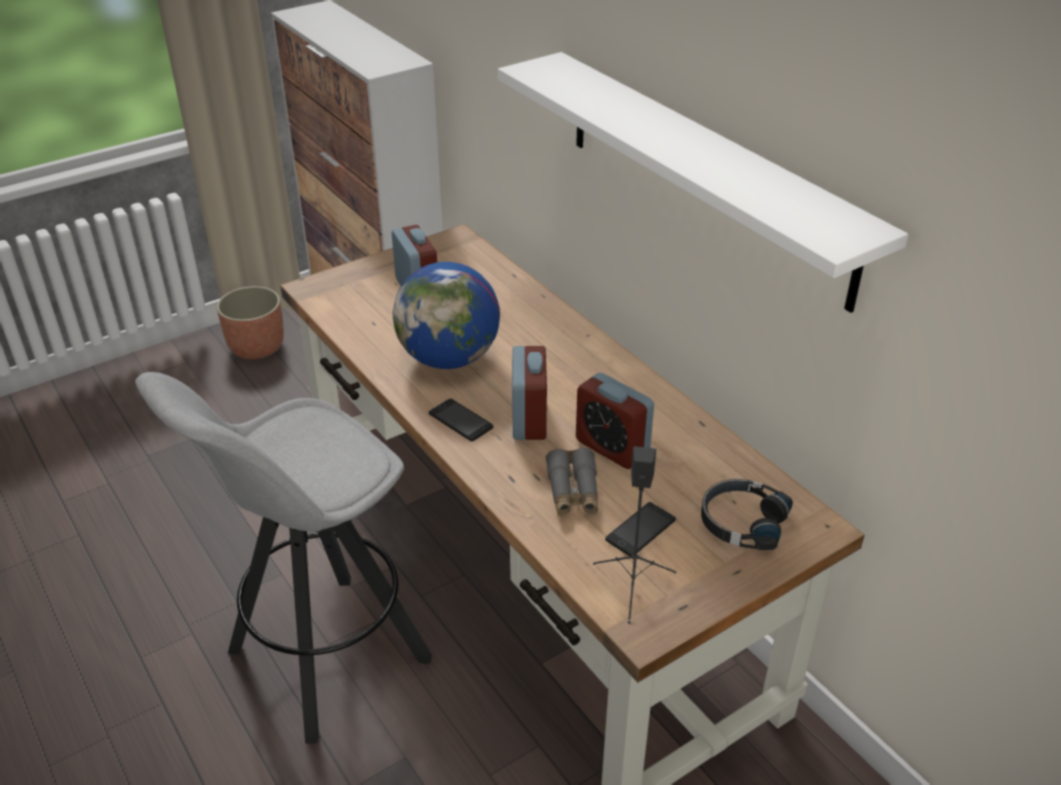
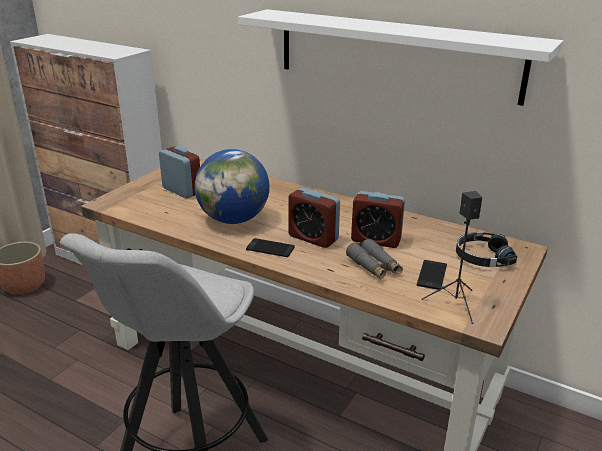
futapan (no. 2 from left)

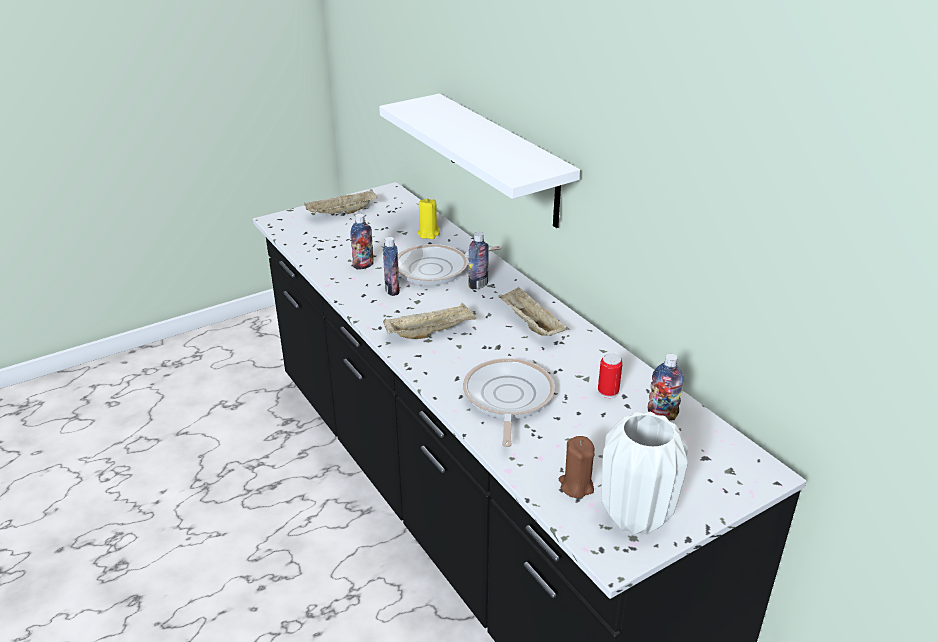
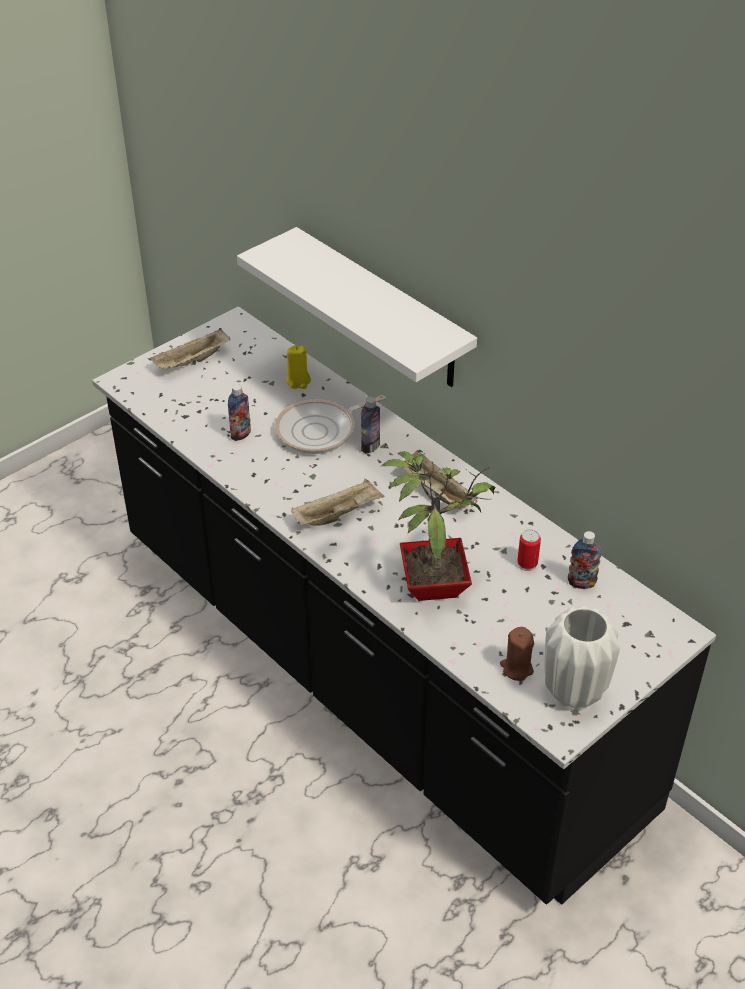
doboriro
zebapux (no. 2 from left in the first image)

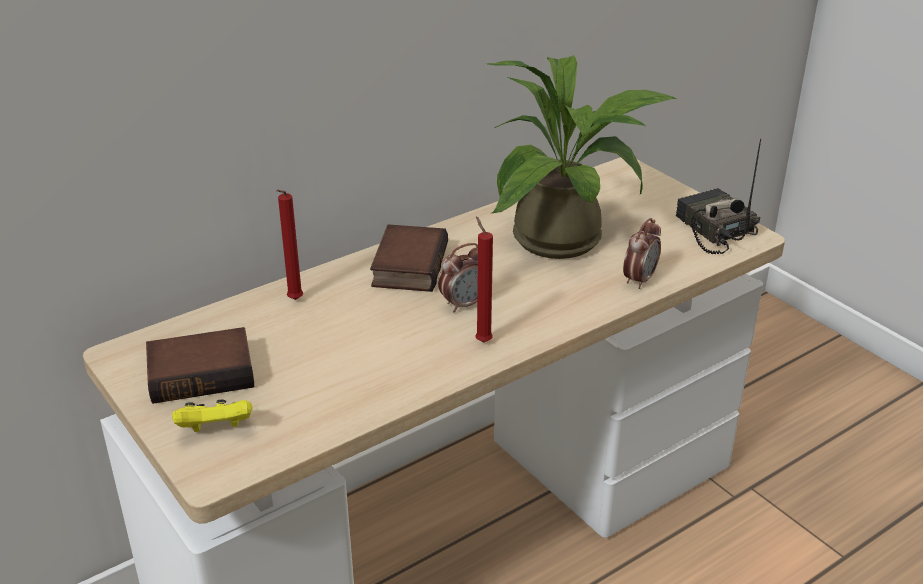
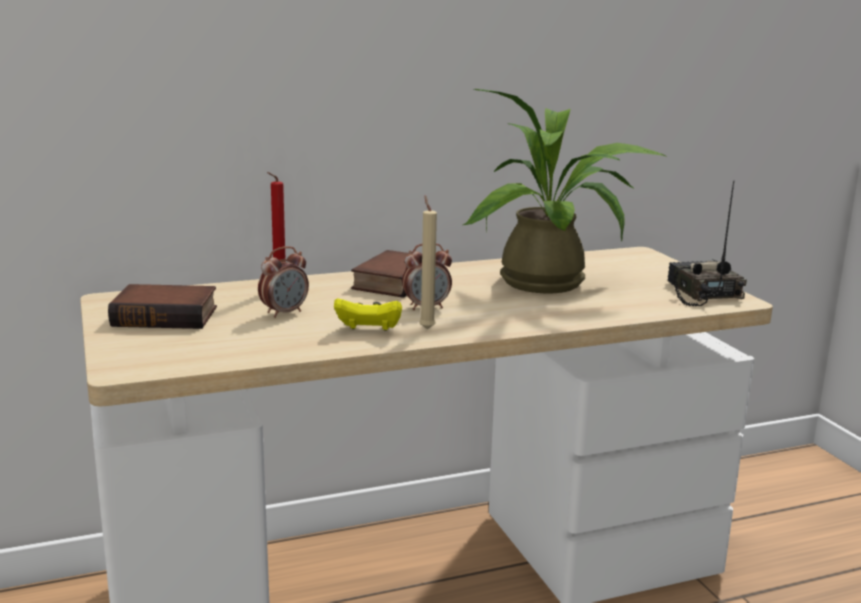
futapan (no. 1 from left)
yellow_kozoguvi
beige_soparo

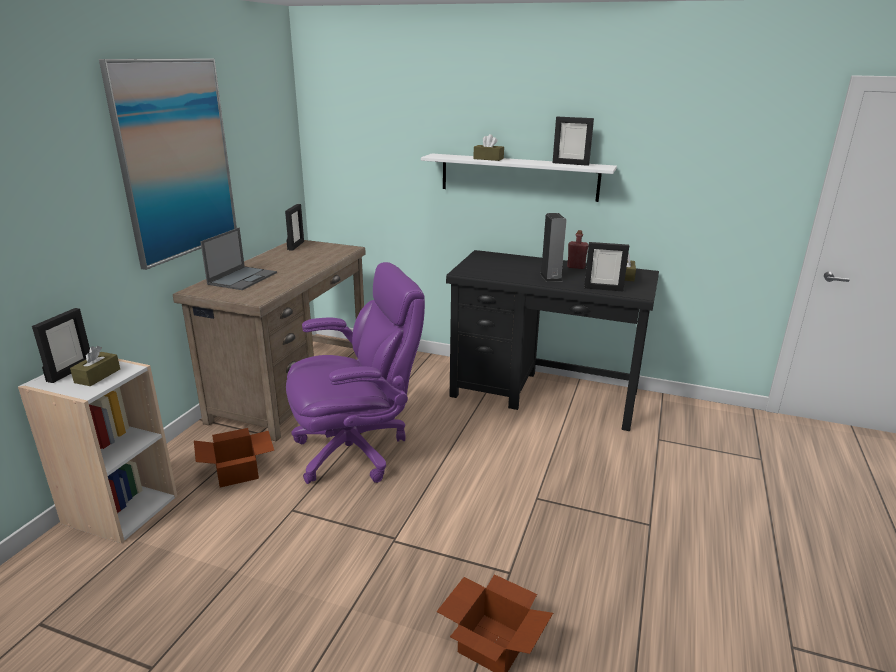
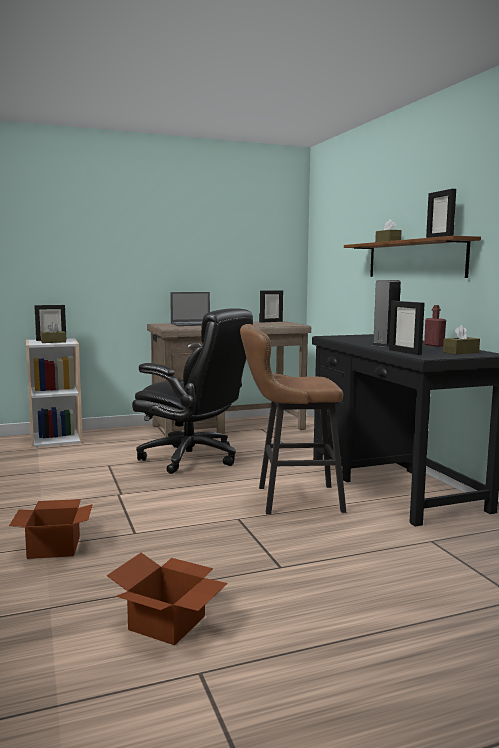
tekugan (no. 2 from left)
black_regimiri
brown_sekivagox
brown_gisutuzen
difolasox

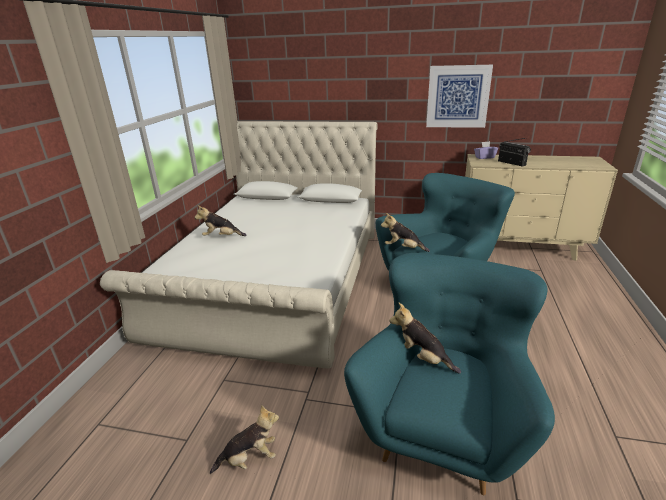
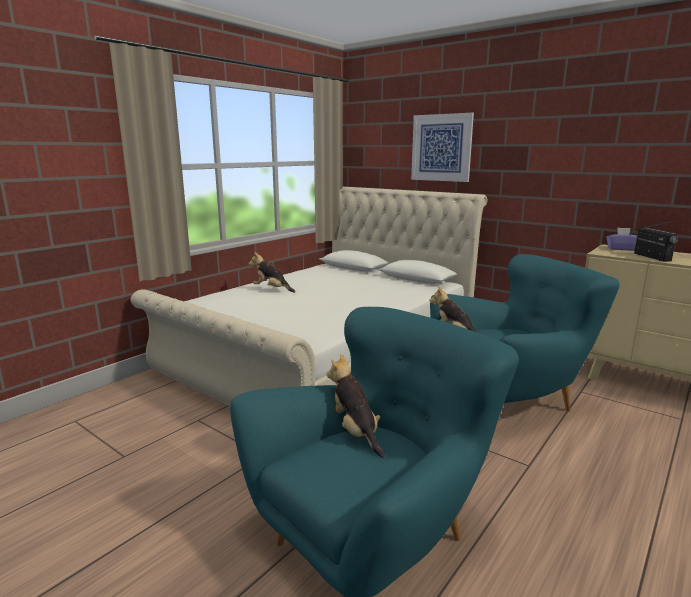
difolasox
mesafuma (no. 2 from left in the first image)

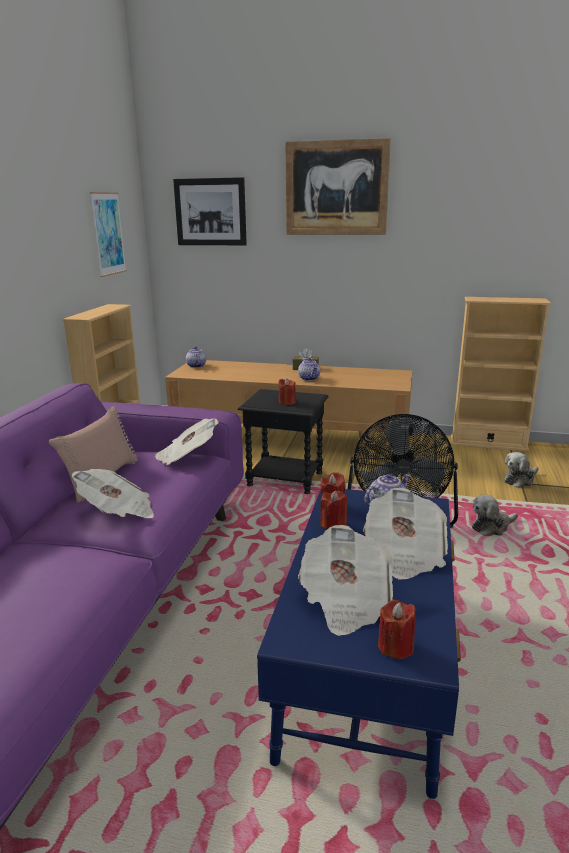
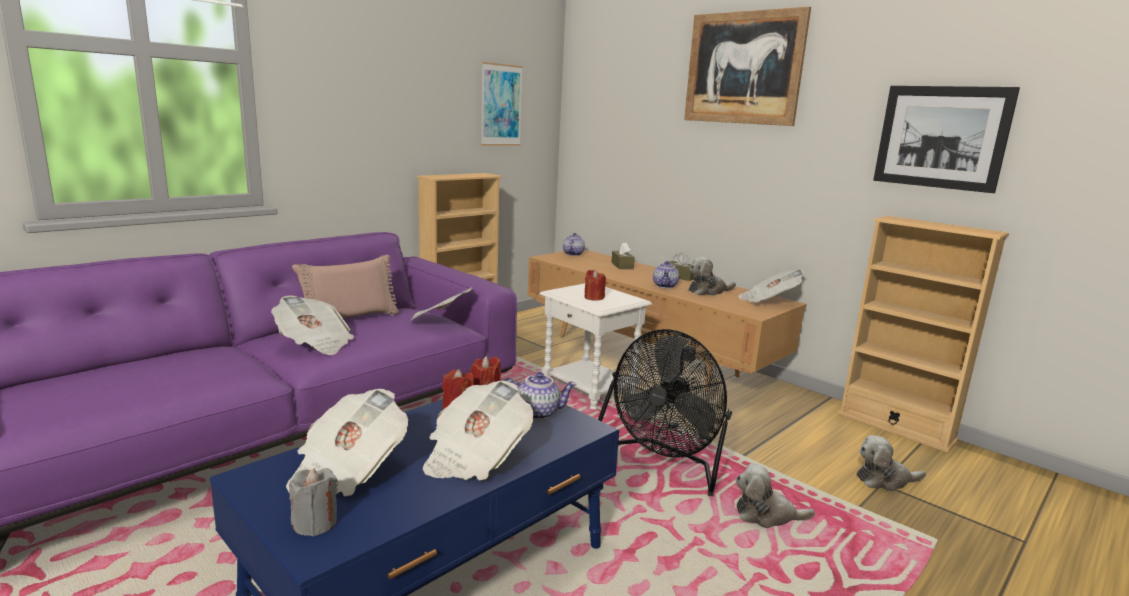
grey_soparo
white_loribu
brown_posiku (no. 1 from left)
mesafuma (no. 1 from left)
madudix (no. 5 from left)
difolasox (no. 3 from left)

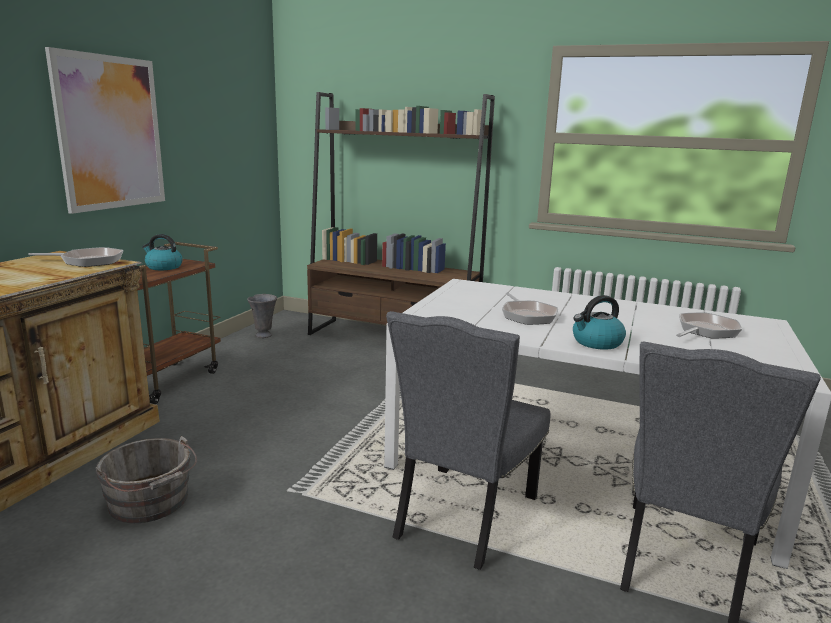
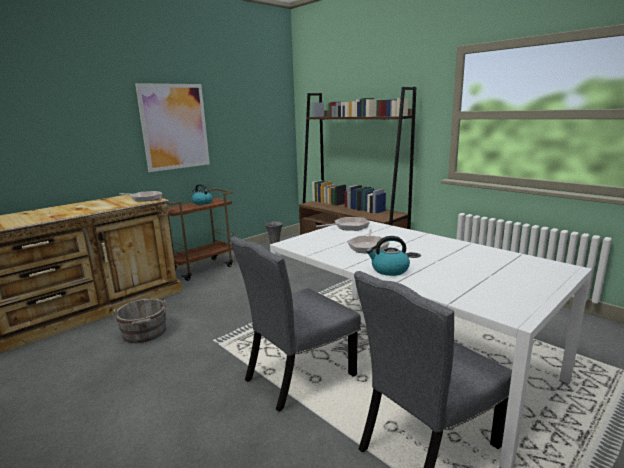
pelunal (no. 2 from left)

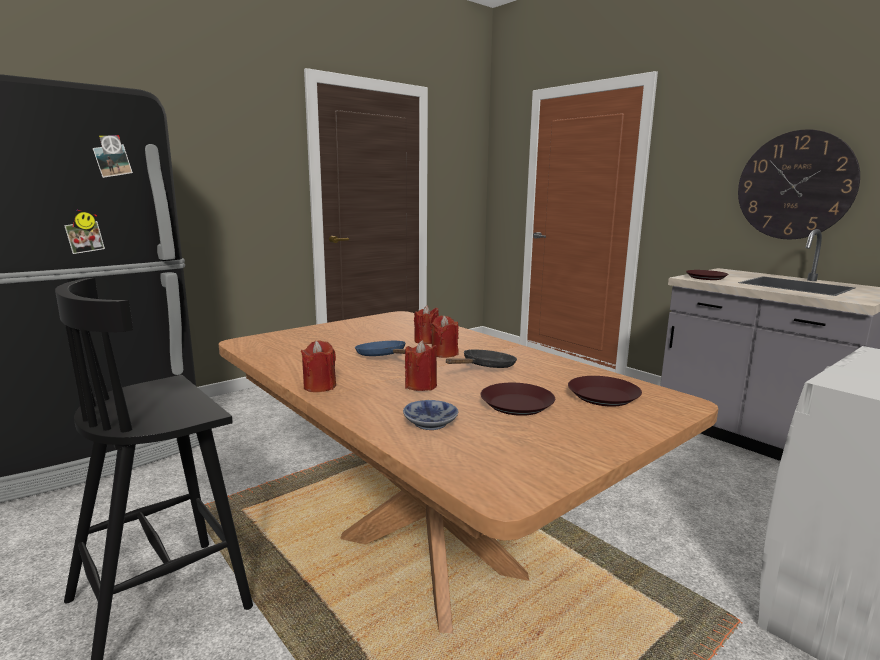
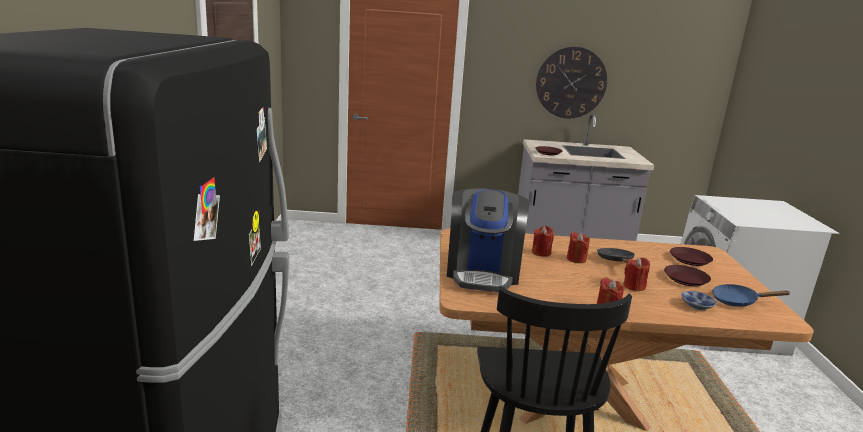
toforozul
blue_pelunal

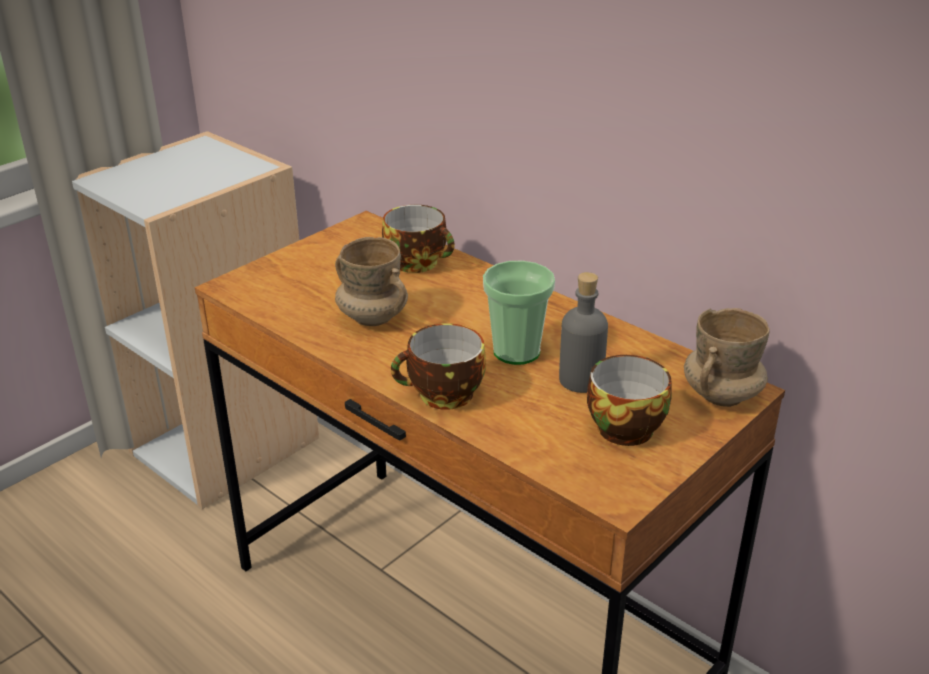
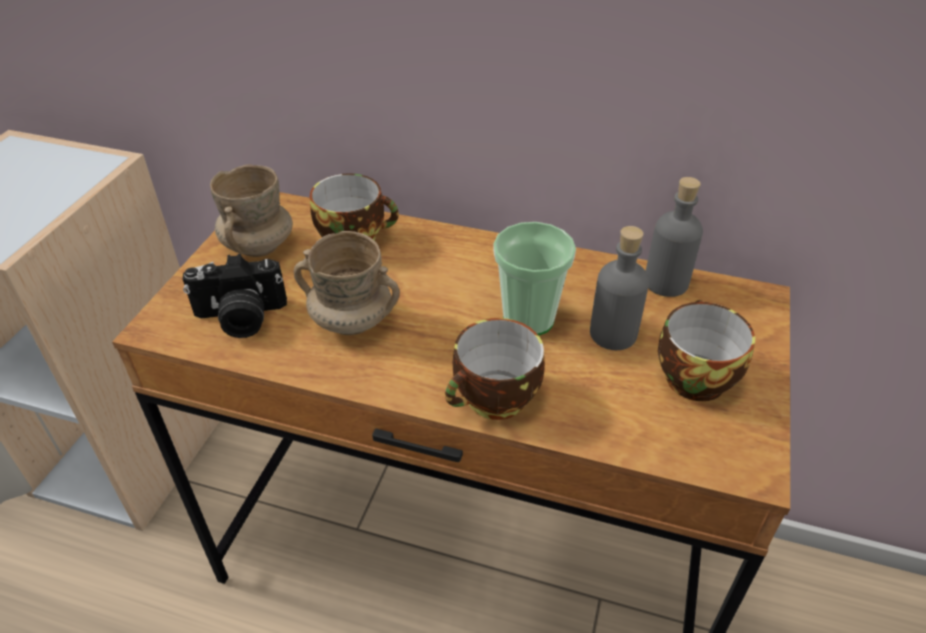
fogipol
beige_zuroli (no. 1 from left)
grey_zebapux (no. 2 from left)

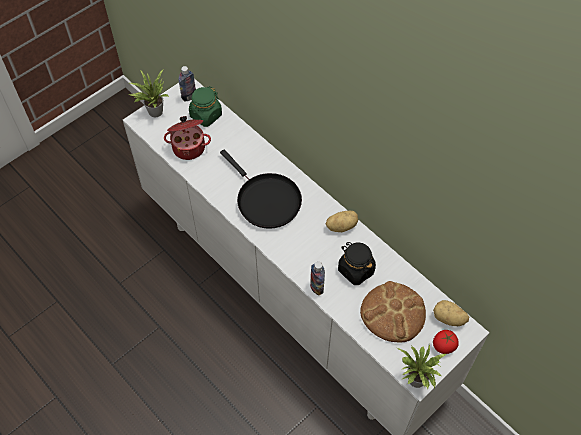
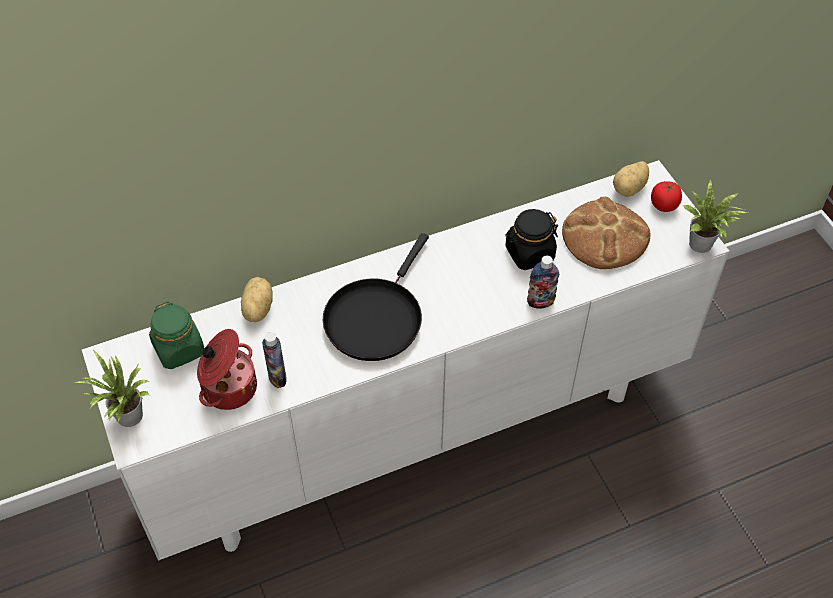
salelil (no. 1 from left)
zebapux (no. 1 from left)
black_pelunal

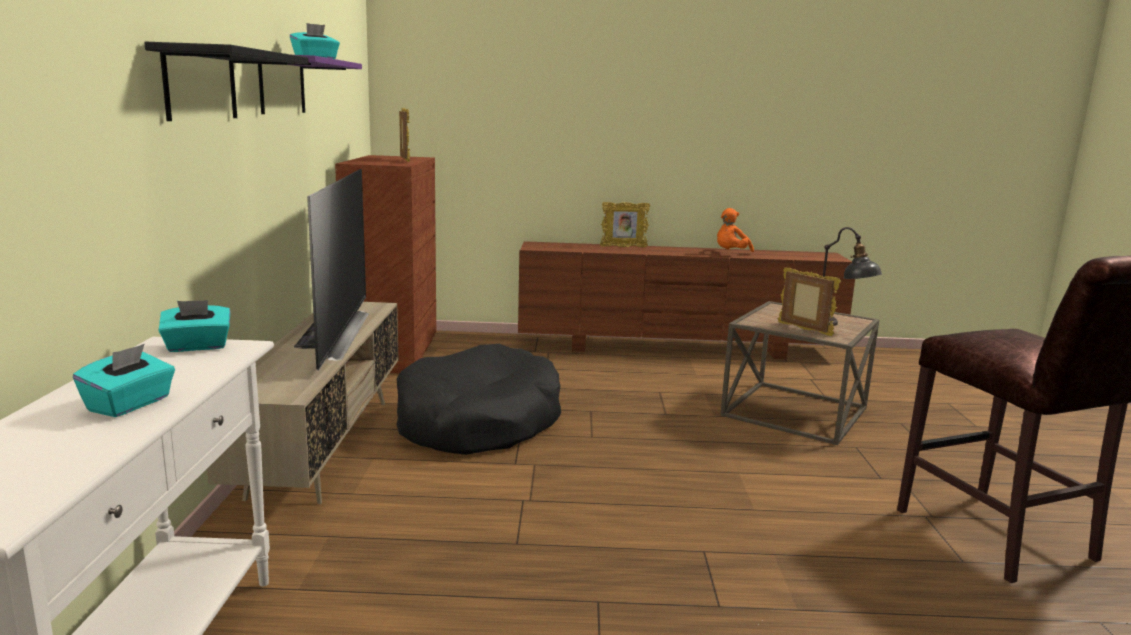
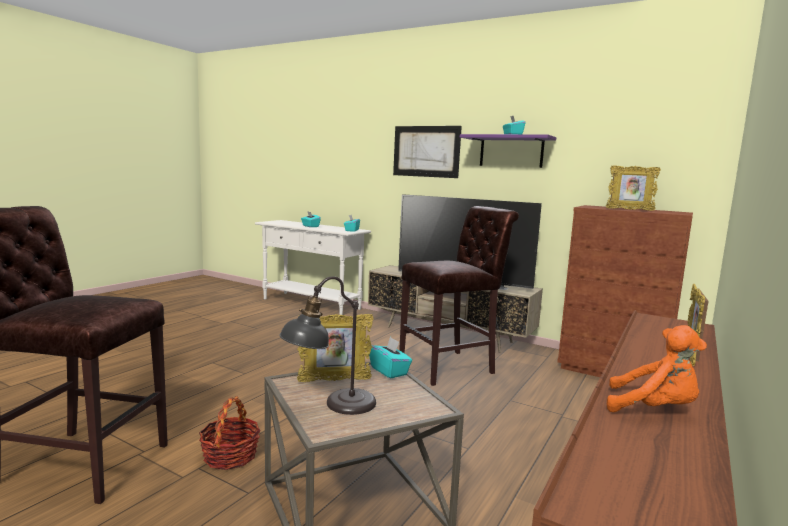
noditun
turquoise_posiku (no. 3 from left)
difolasox
brown_sekivagox (no. 2 from left)
orange_mesafuma

